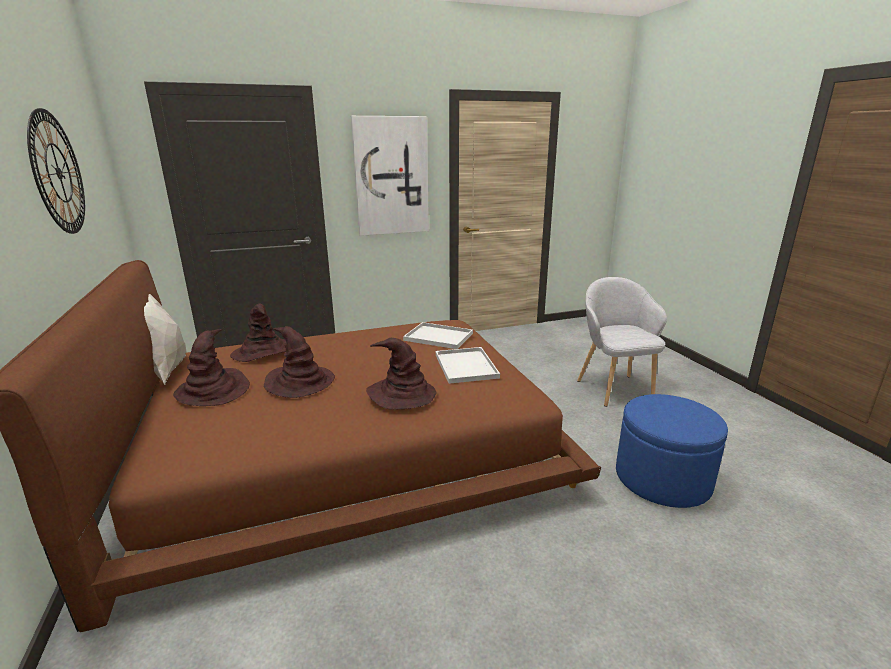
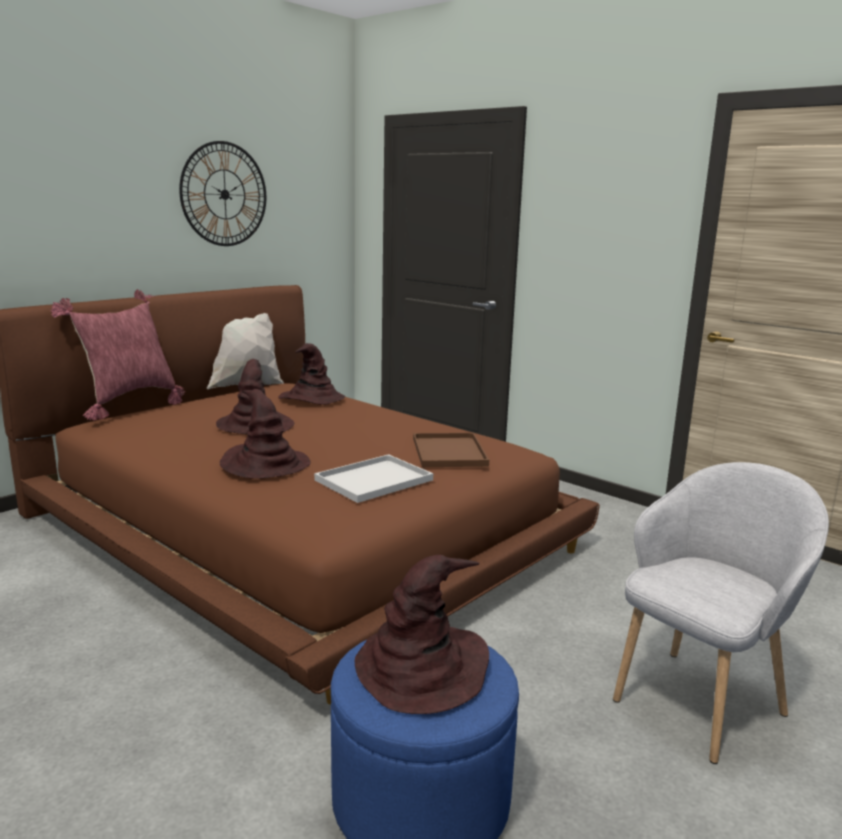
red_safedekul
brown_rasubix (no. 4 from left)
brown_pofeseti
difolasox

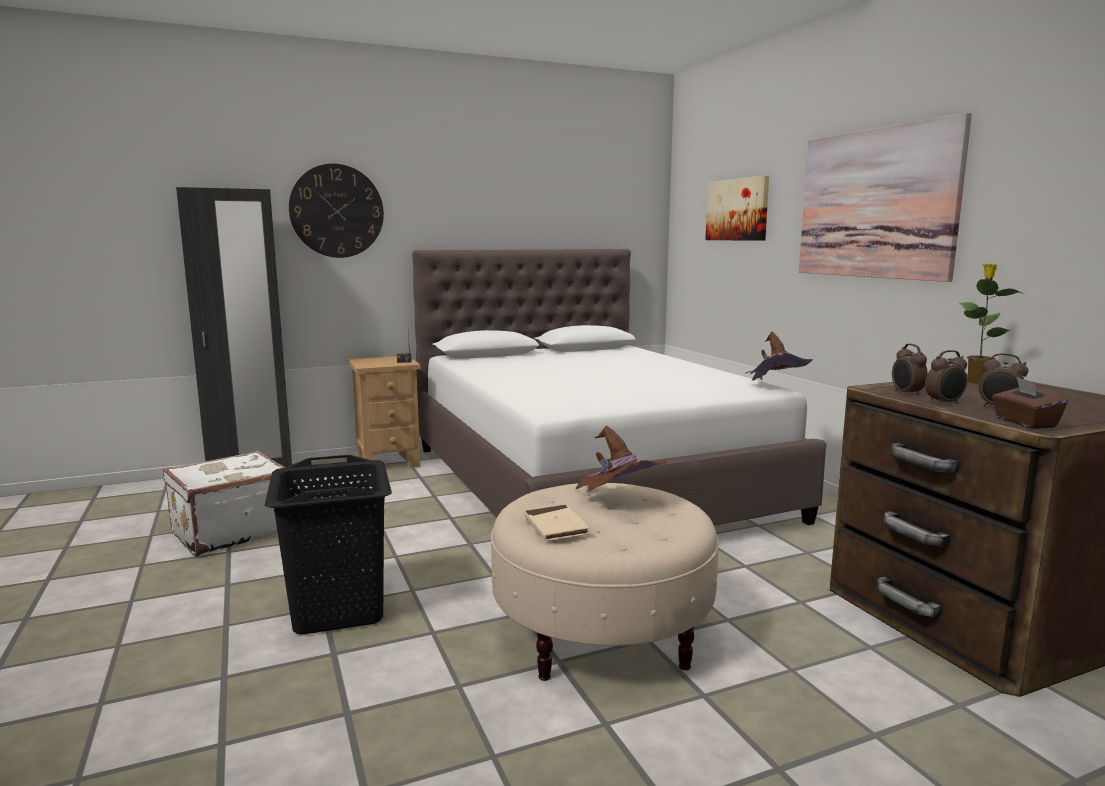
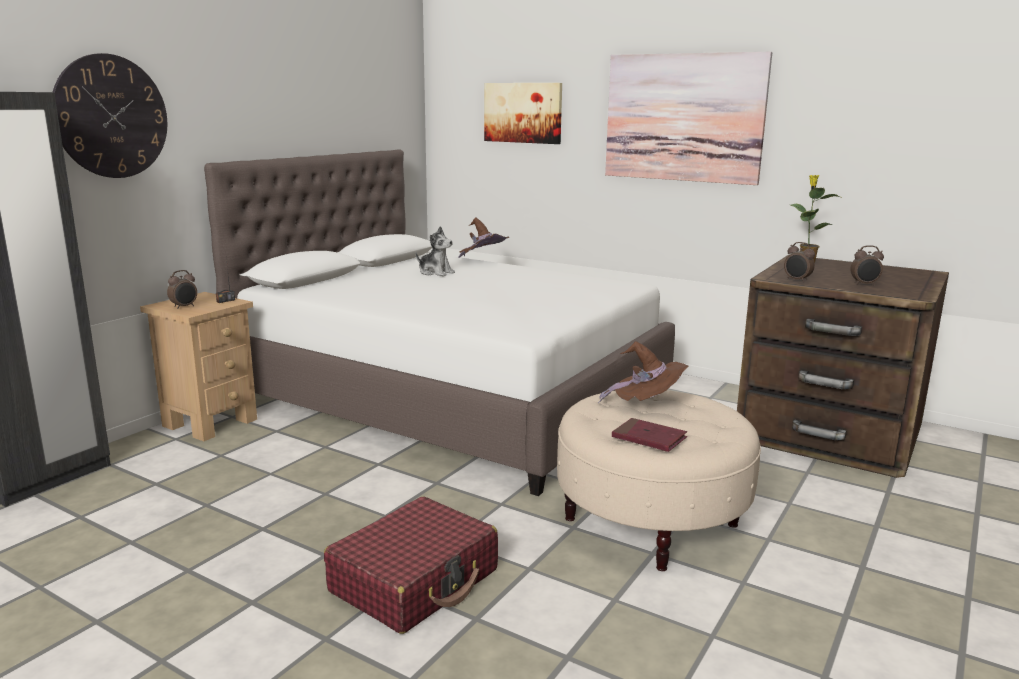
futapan (no. 1 from left)
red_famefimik
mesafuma
brown_rasubix (no. 1 from left)
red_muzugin
white_famefimik
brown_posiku

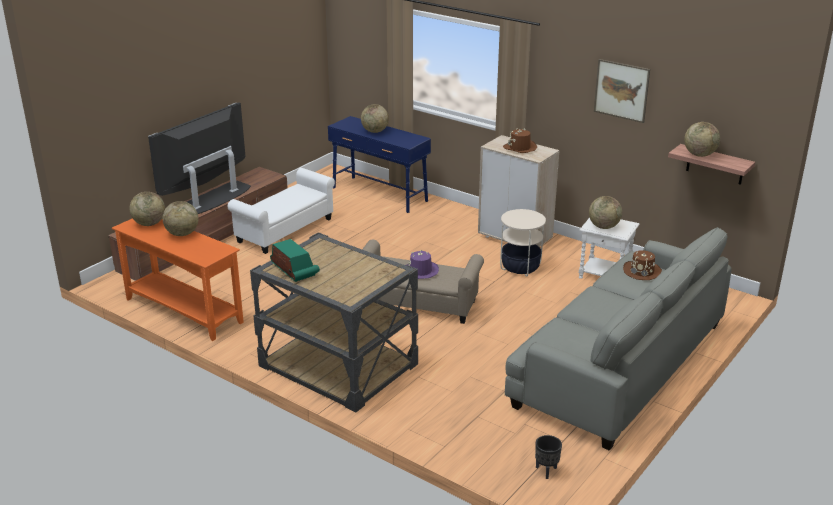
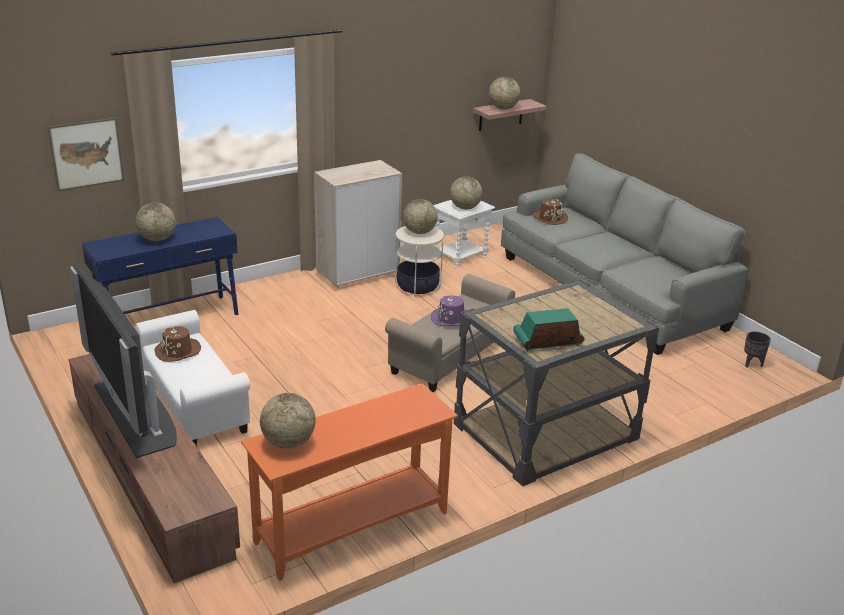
difolasox
brown_rasubix (no. 1 from left)
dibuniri (no. 3 from left)

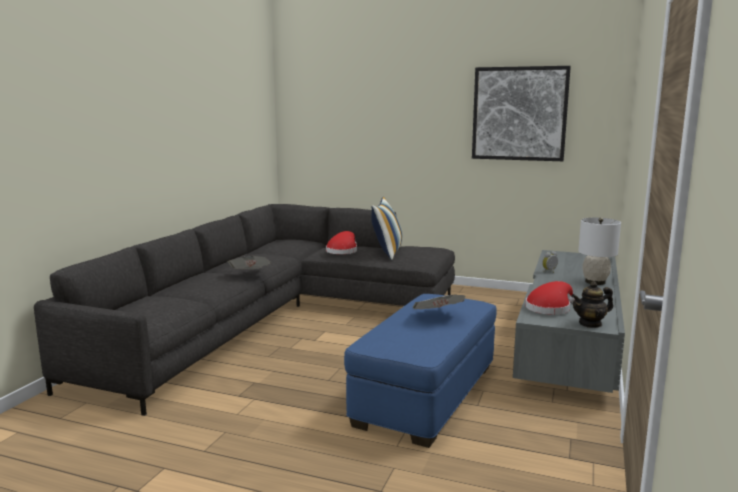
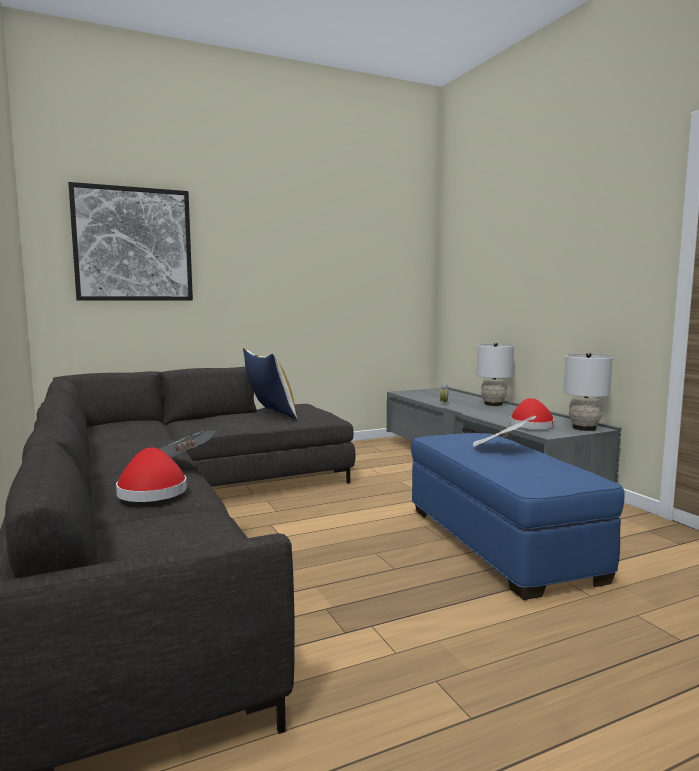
difolasox
red_rasubix (no. 1 from left)
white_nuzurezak (no. 2 from left)

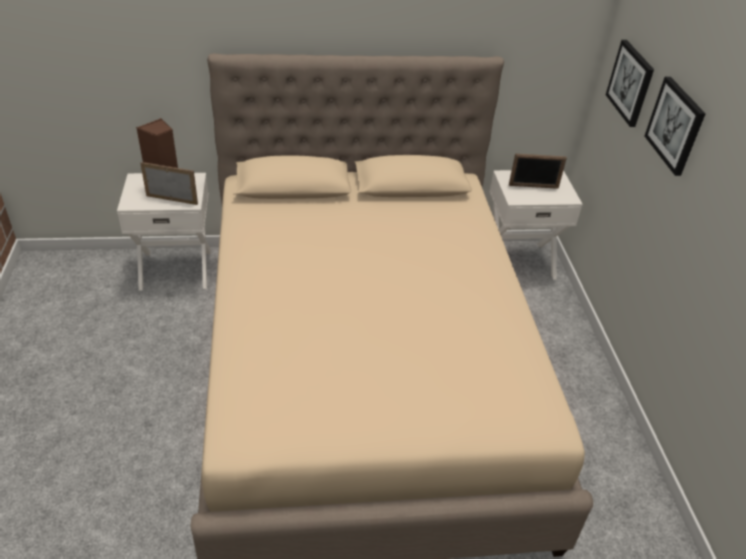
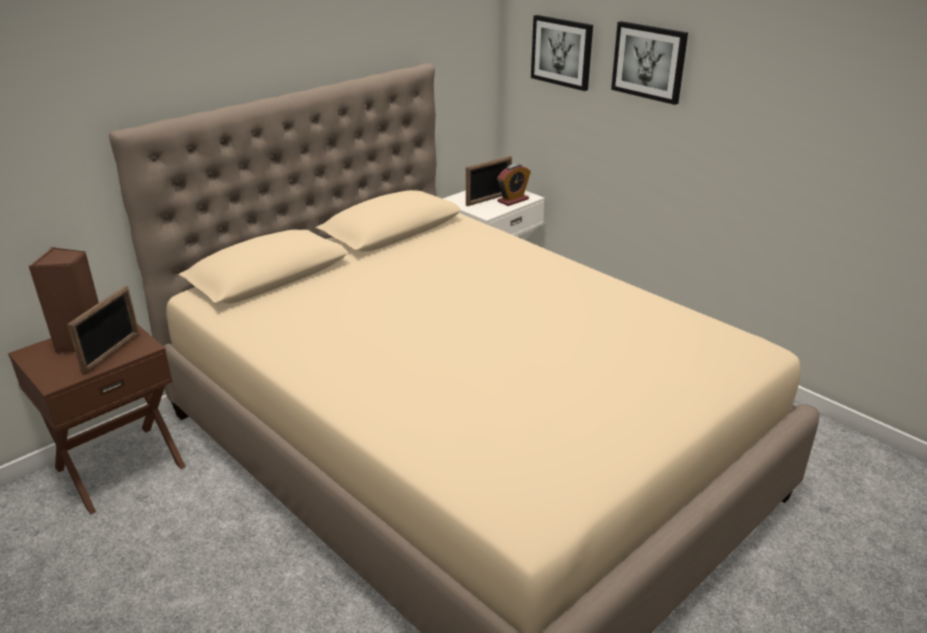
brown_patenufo
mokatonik (no. 1 from left)
futapan

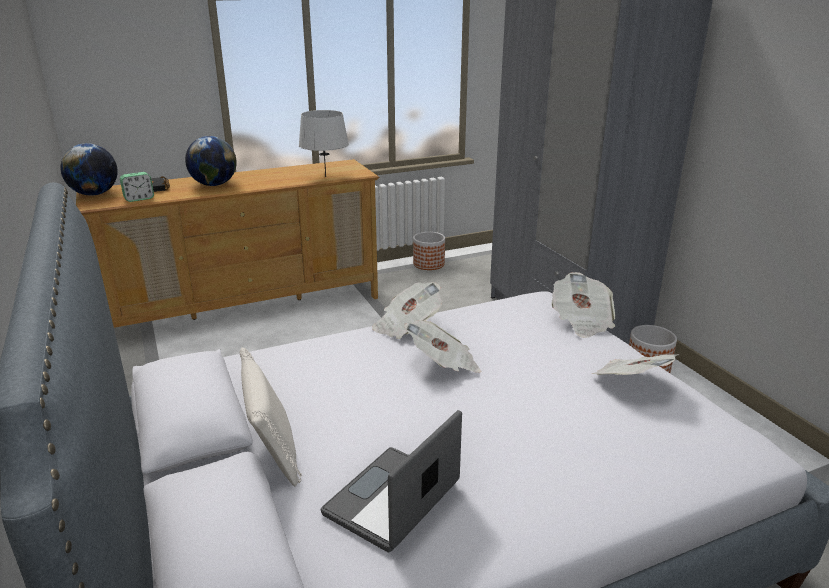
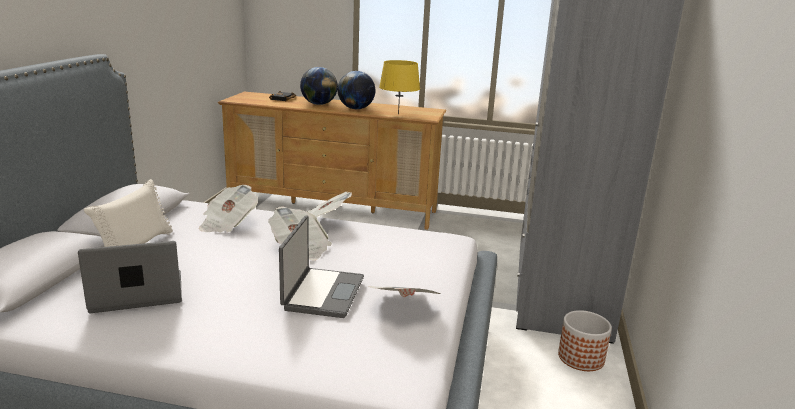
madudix (no. 1 from left)
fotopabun (no. 2 from left)
dibuniri (no. 2 from left)
yellow_nuzurezak
futapan
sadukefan (no. 1 from left in the first image)

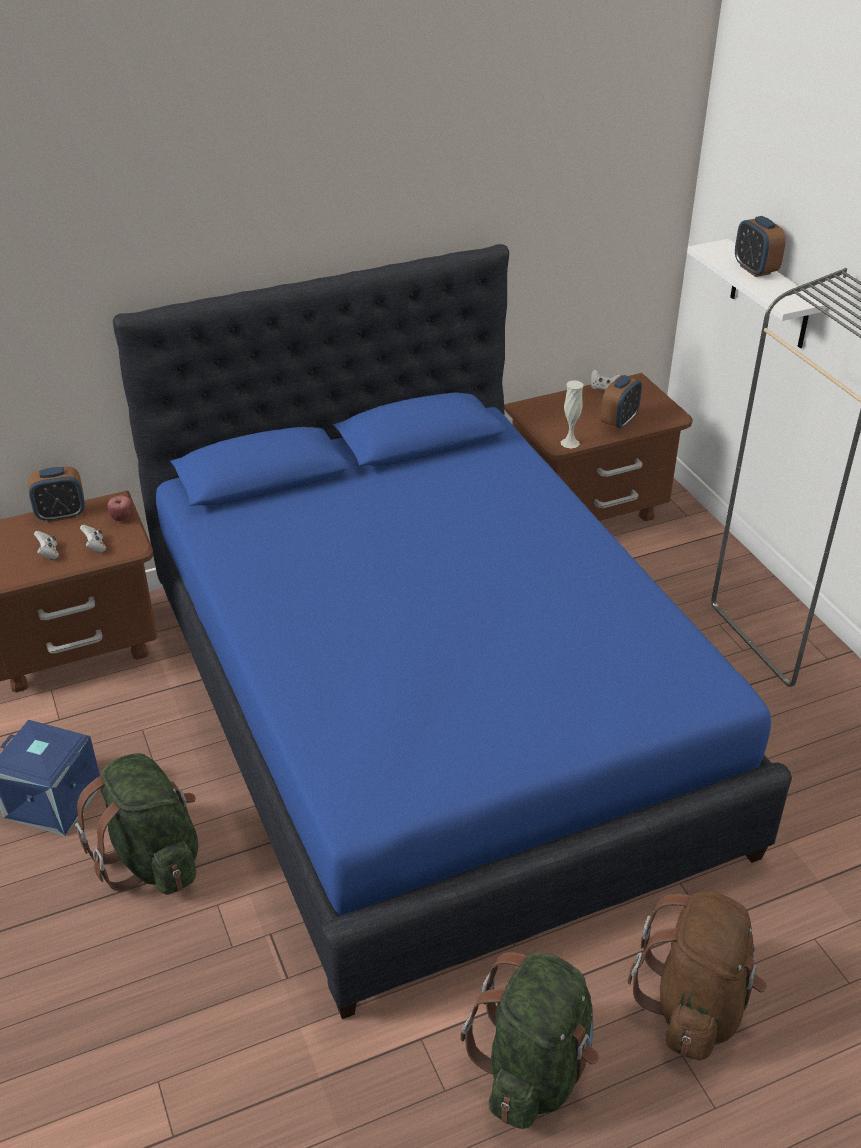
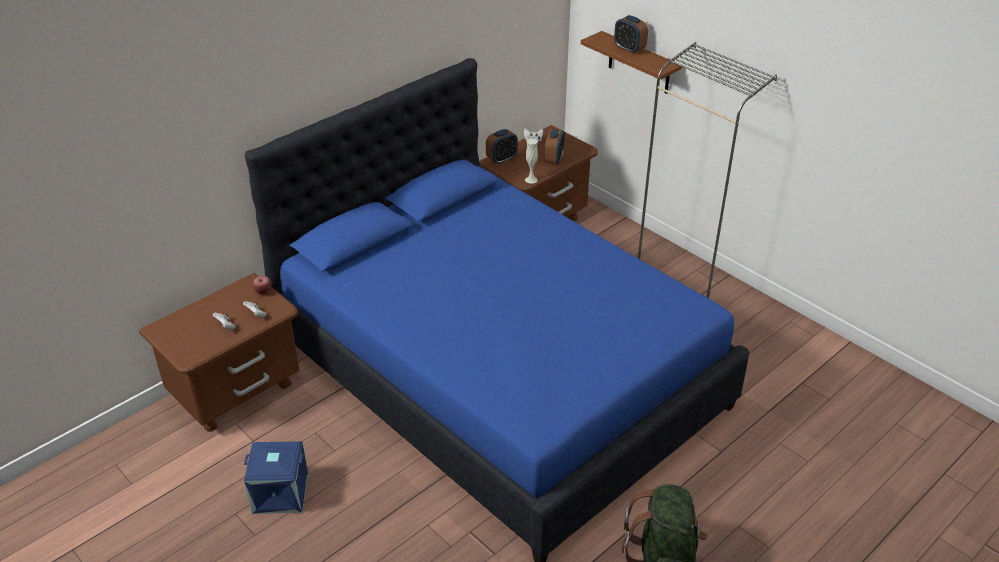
futapan (no. 1 from left)
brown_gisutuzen
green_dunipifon (no. 1 from left in the first image)
brown_dunipifon

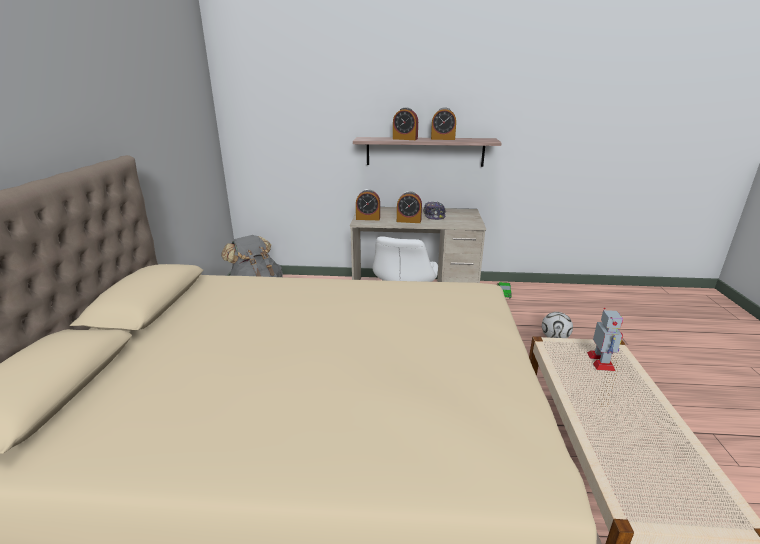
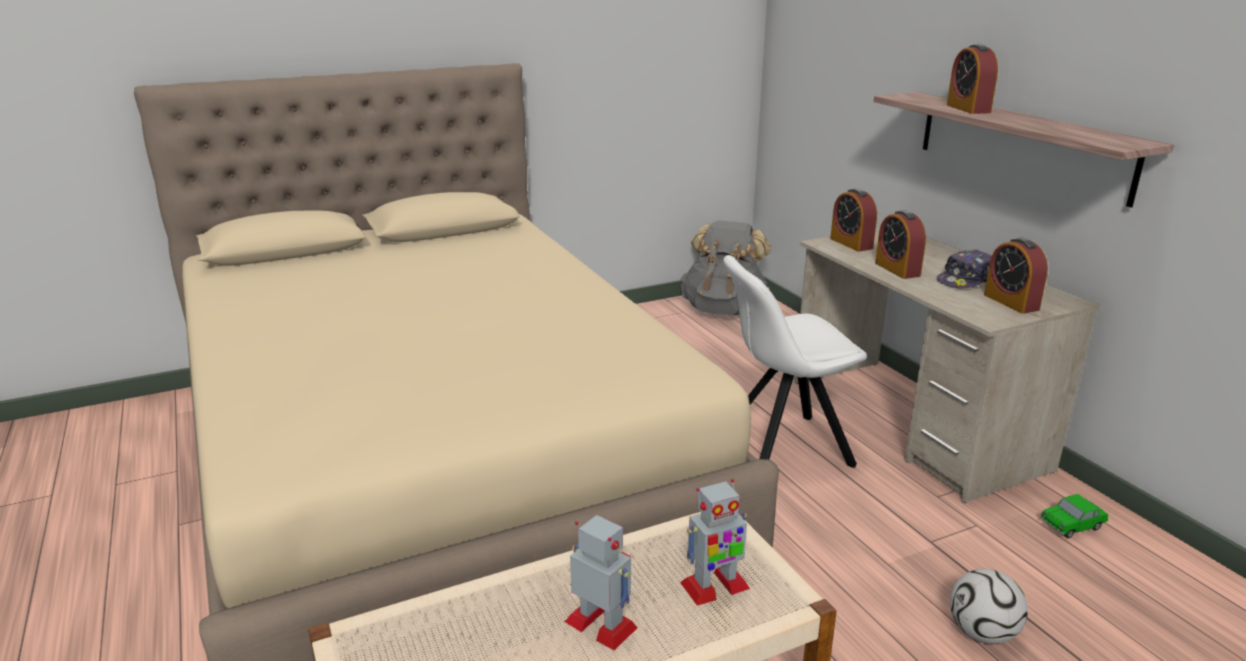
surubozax (no. 1 from left)
futapan (no. 4 from left)

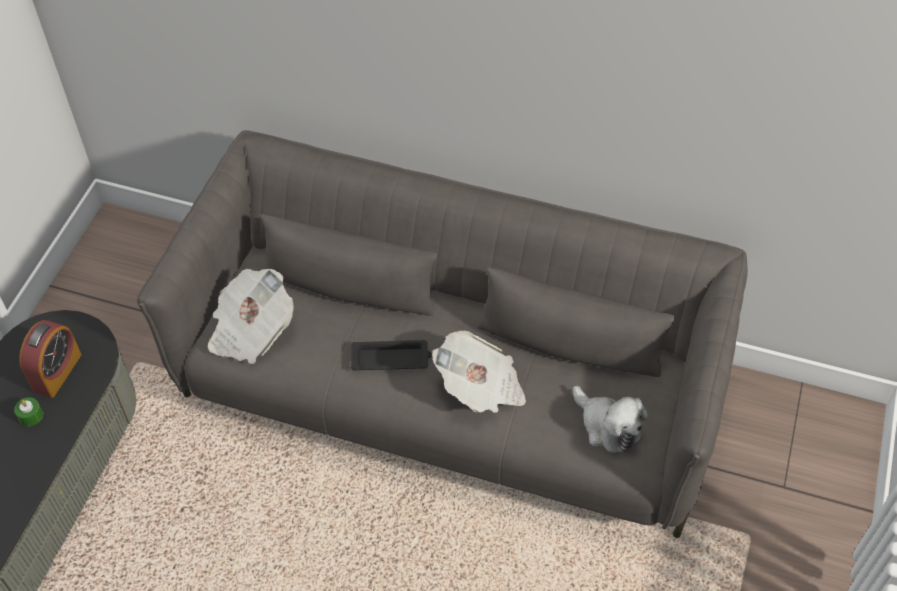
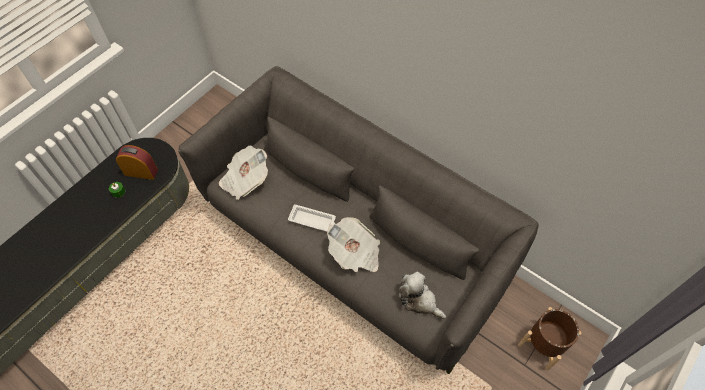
futapan
white_pofeseti
mesafuma
brown_sadukefan

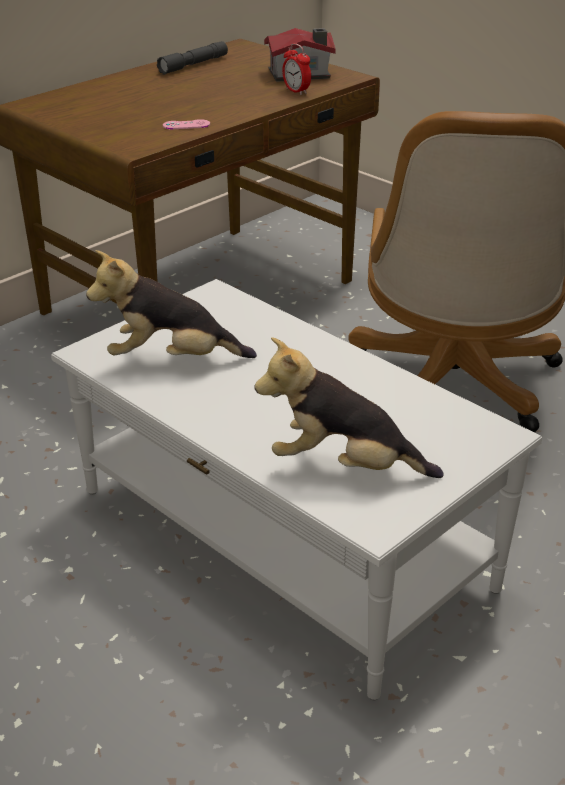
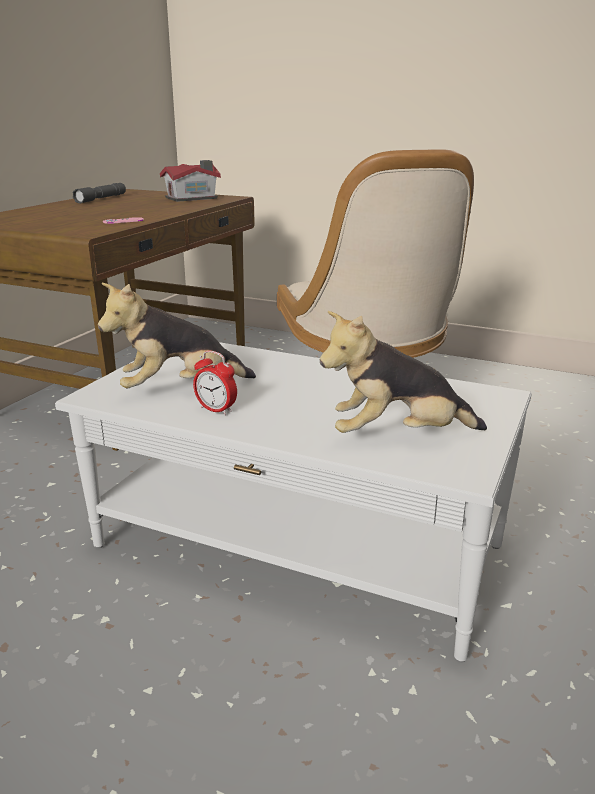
futapan

